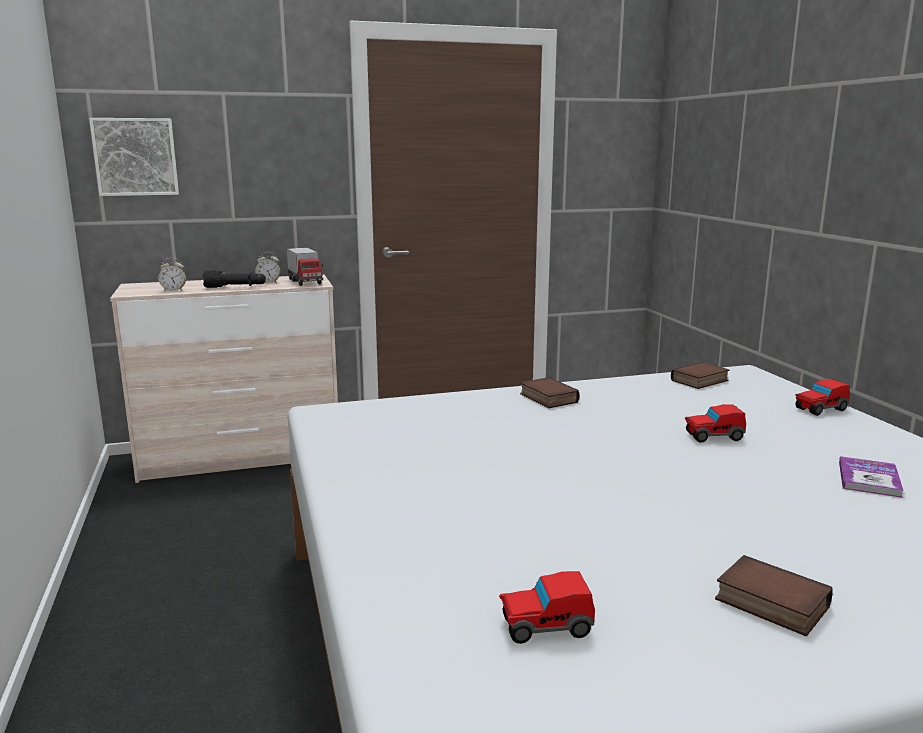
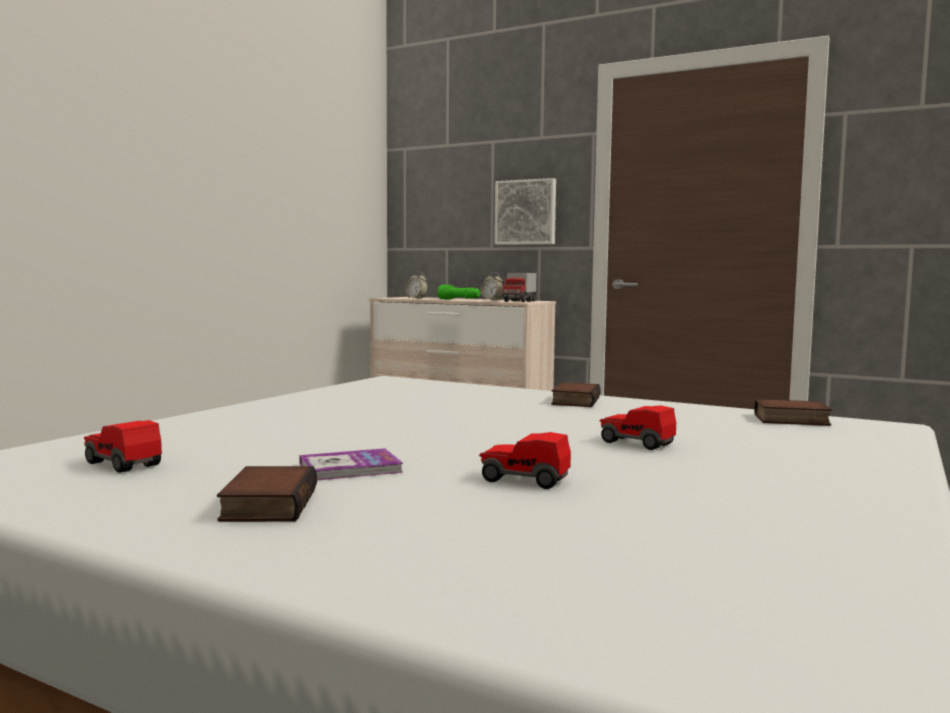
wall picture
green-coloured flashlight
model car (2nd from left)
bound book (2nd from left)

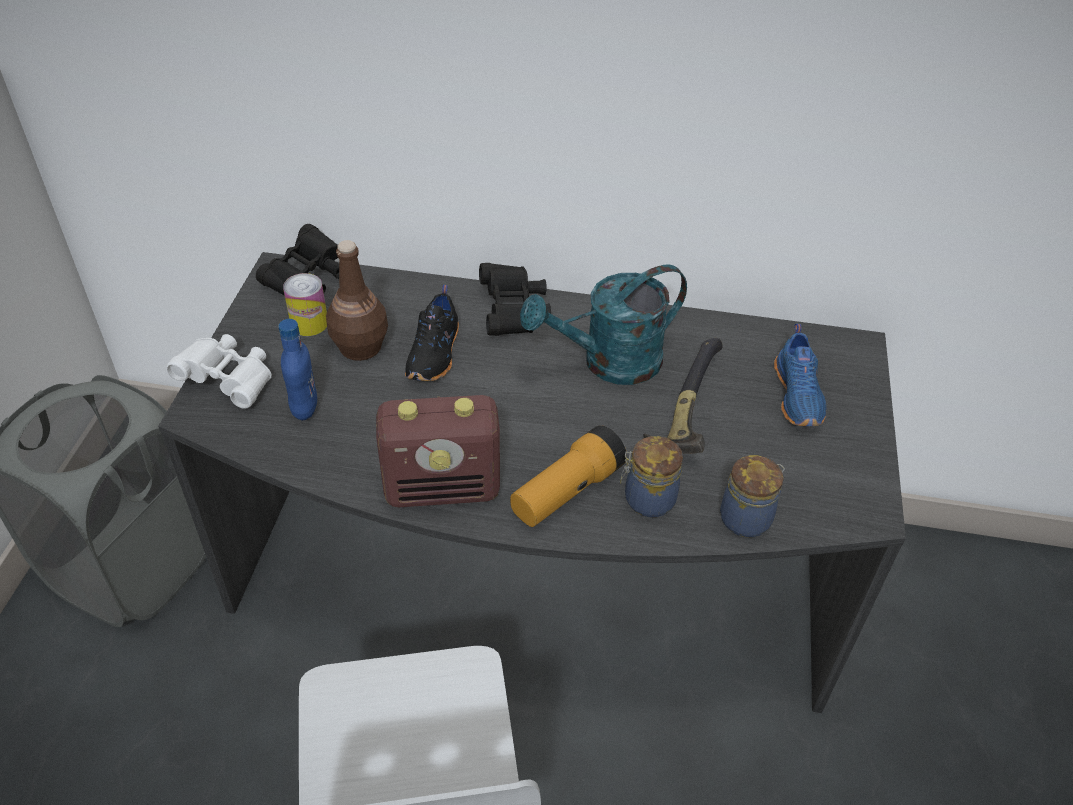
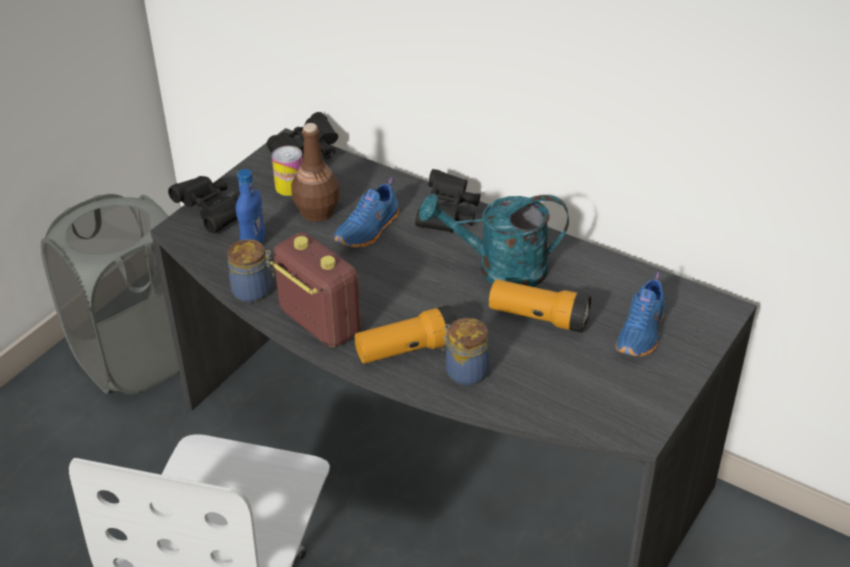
blue-coloured low shoe (1st from left)
black-coloured field glasses (1st from left)
flashlight (2nd from left)
radio
storage jar (1st from left)

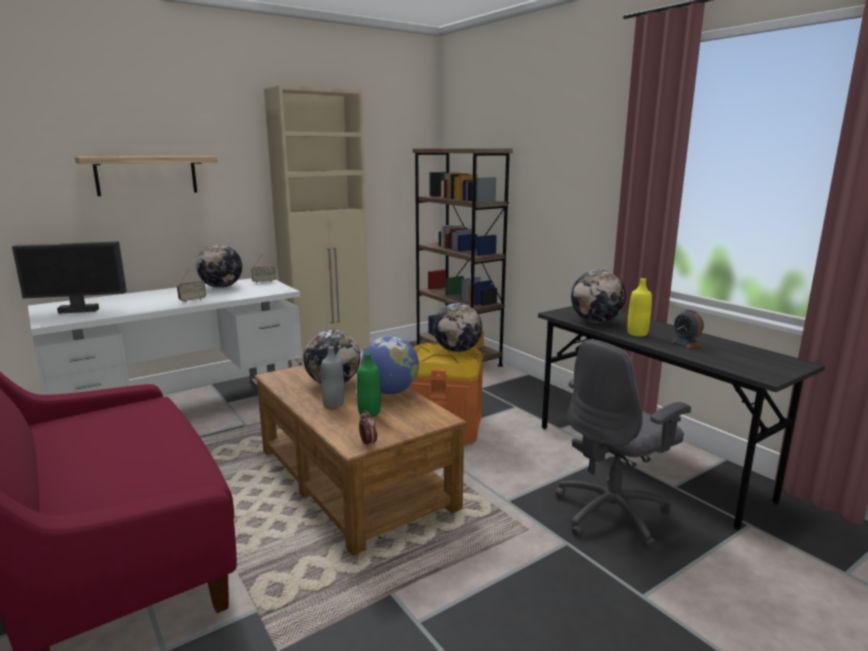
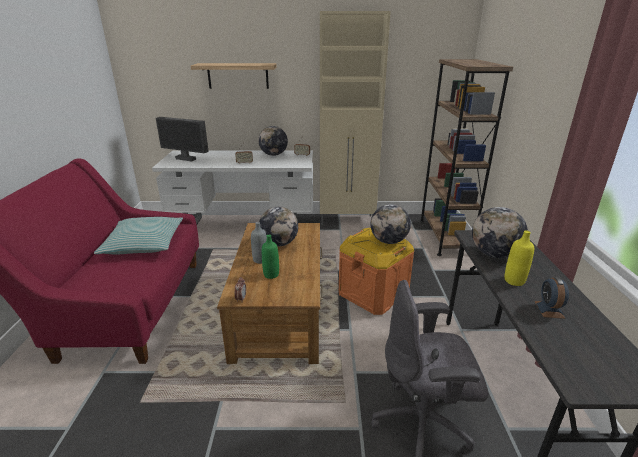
world globe (3rd from left in the first image)
cushion

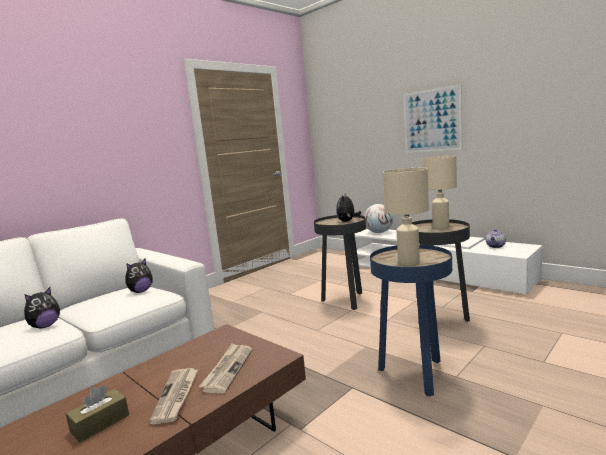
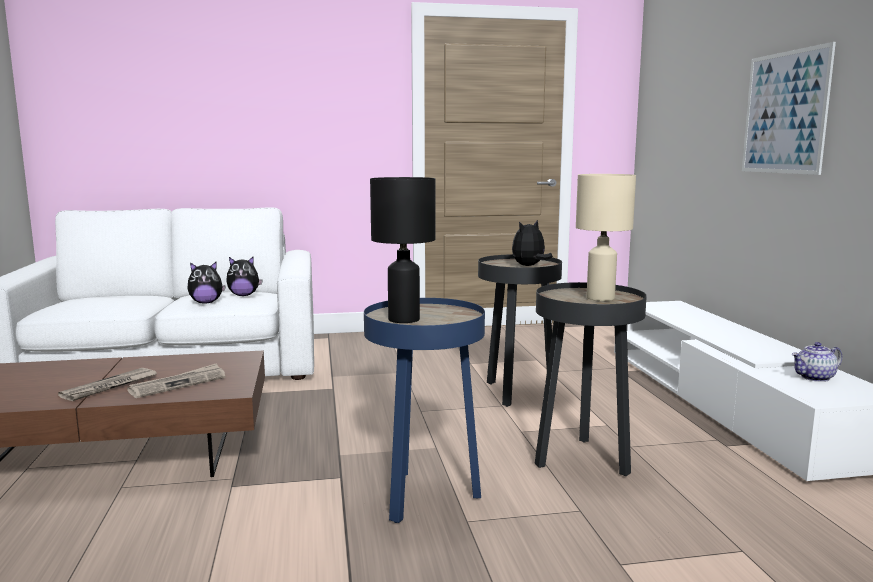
black-coloured lamp for a table
world globe
plush toy (1st from left)
brownish tissue holder

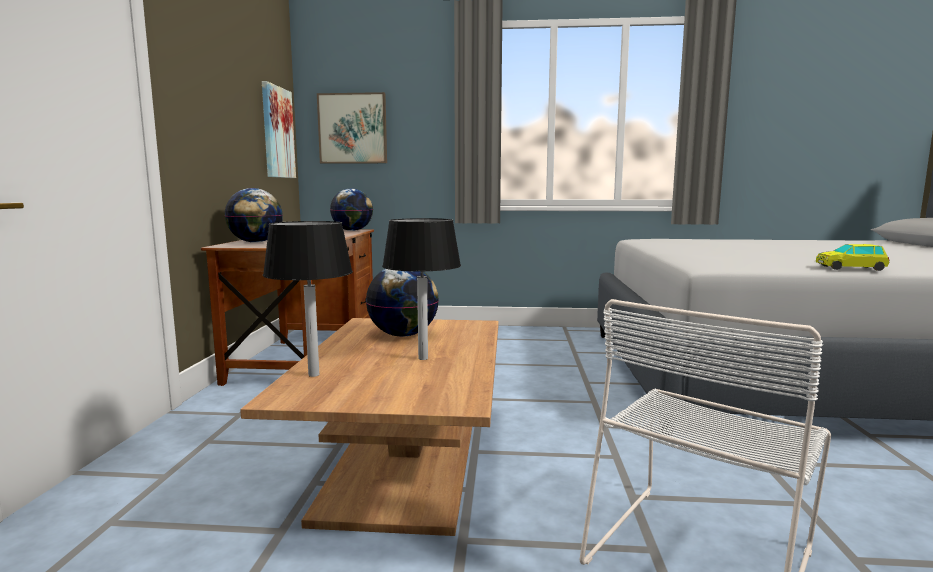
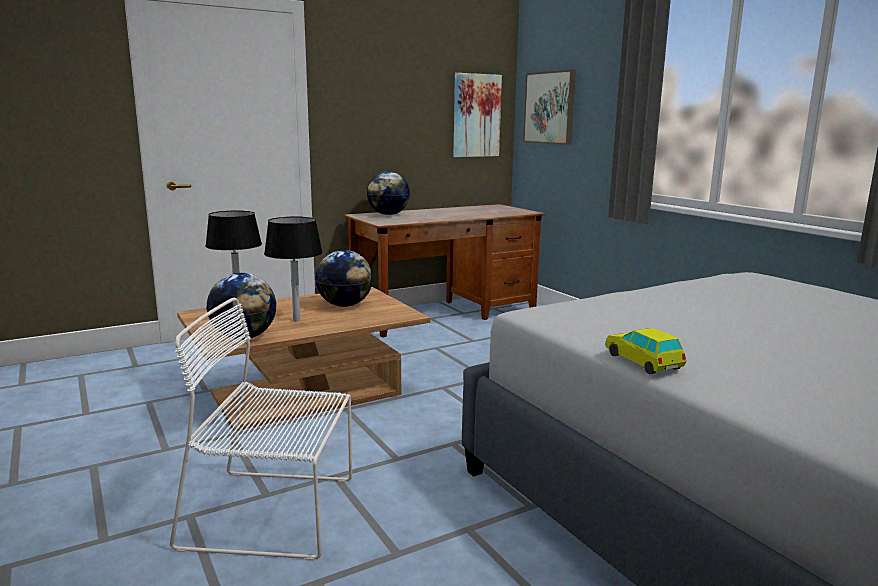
world globe (1st from left)

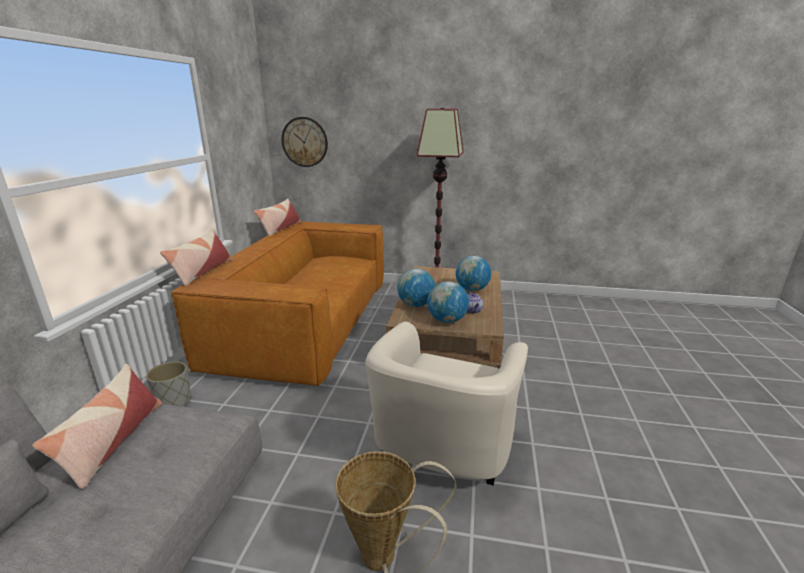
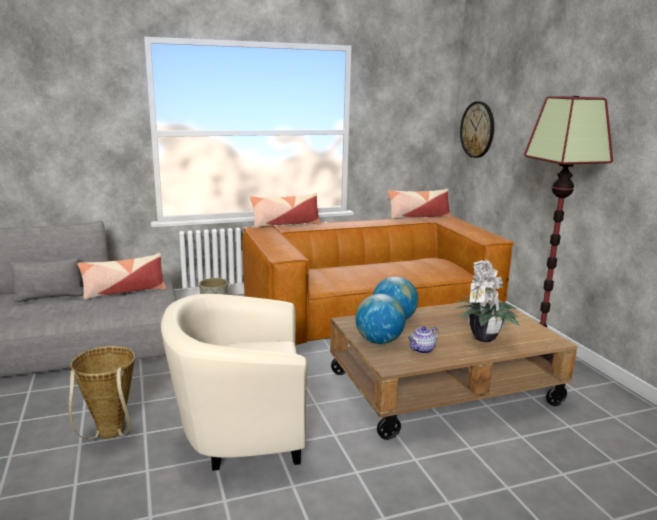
plant in a pot

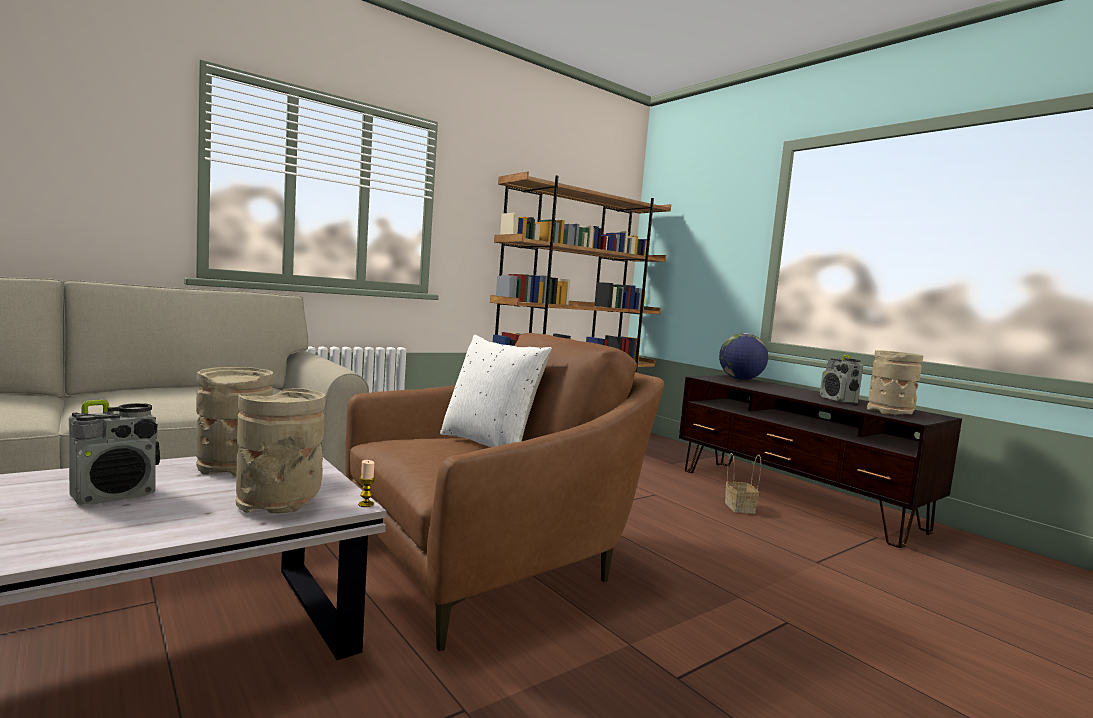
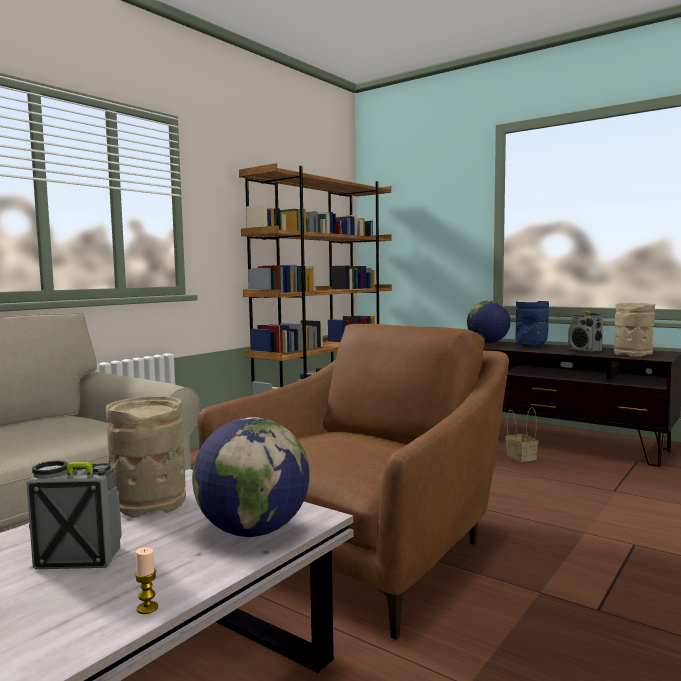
whitish cushion
world globe (1st from left)
radio (1st from left)
candle
blue-coloured vase

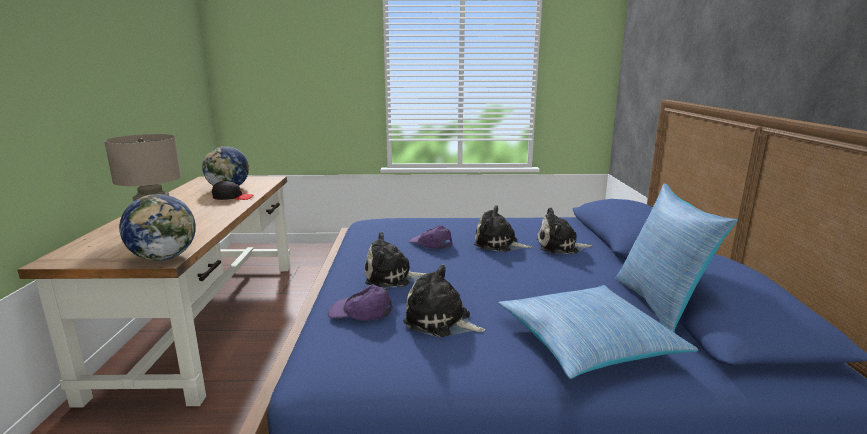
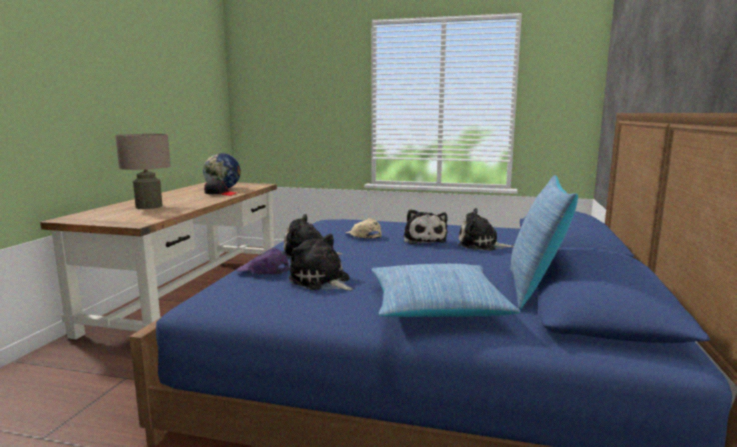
world globe (1st from left in the first image)
plush toy (3rd from left)
beige baseball cap

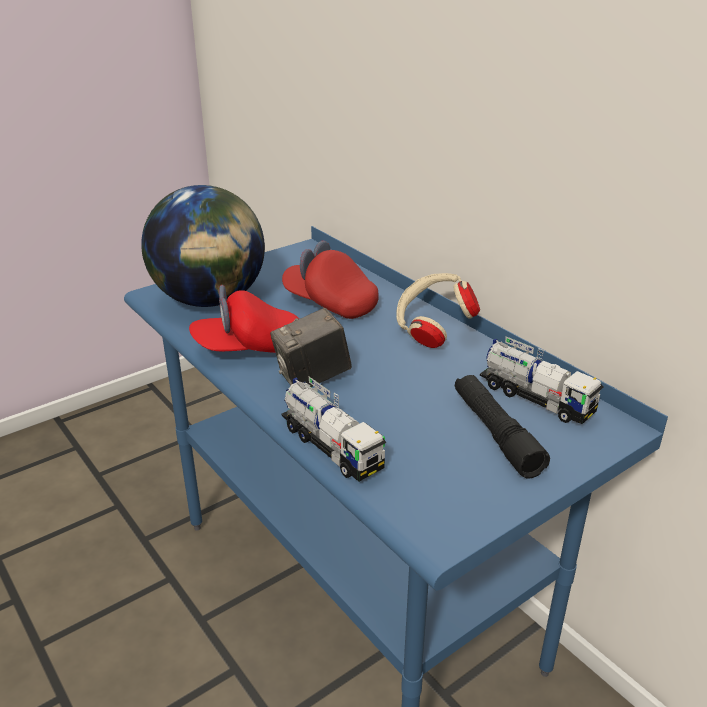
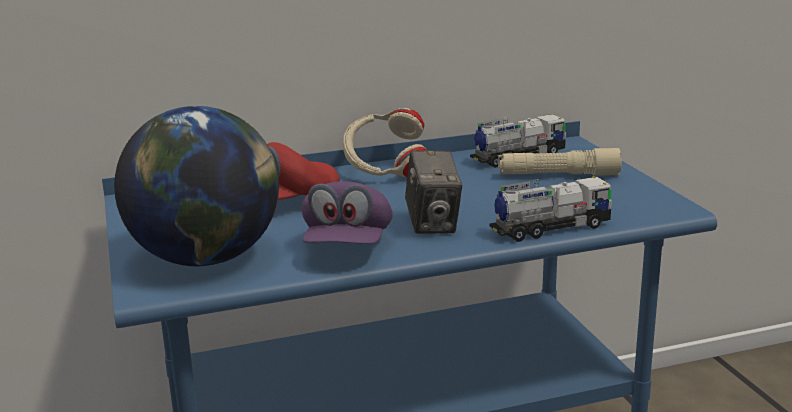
purplish baseball cap
beige flashlight

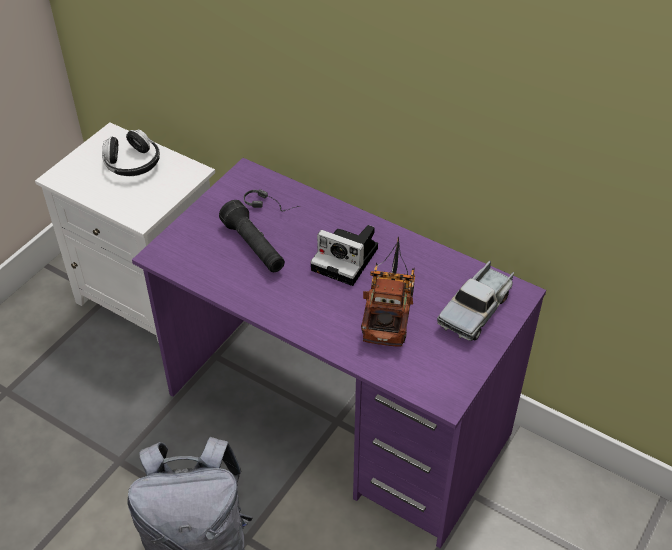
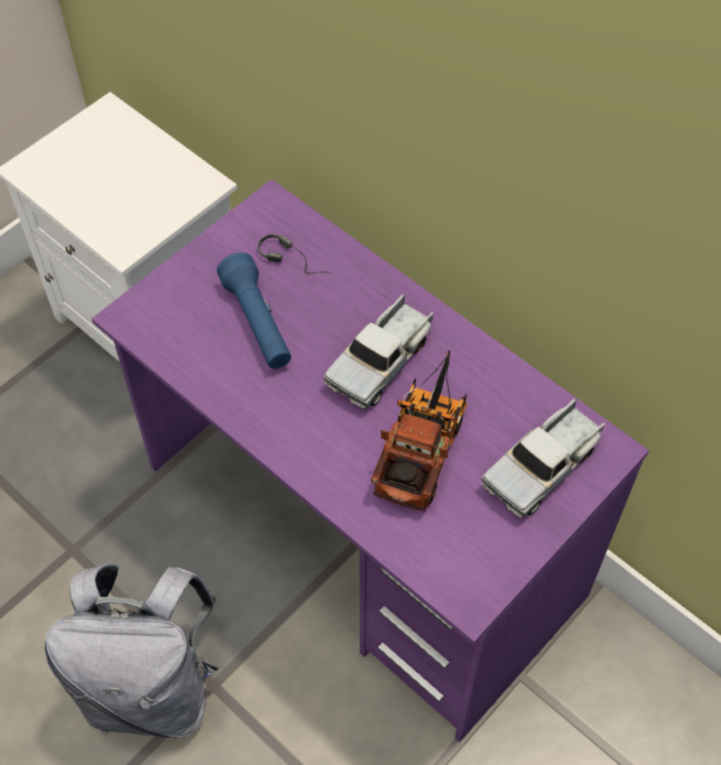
pair of headphones (1st from left in the first image)
blue-coloured flashlight
toy truck (1st from left)

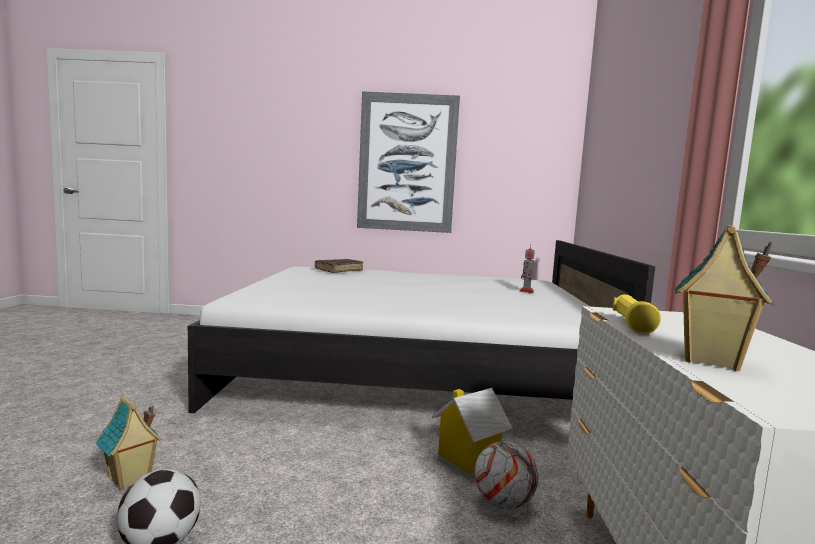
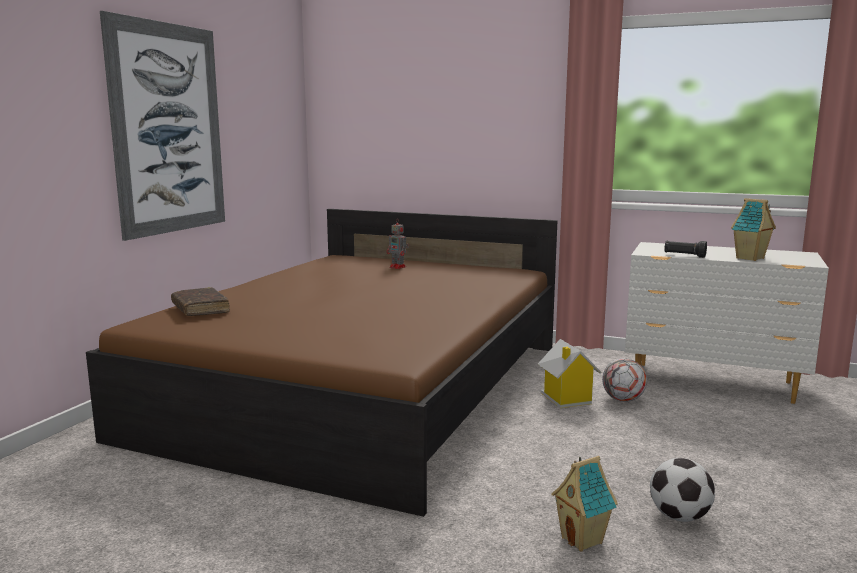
brownish bed
black-coloured flashlight

